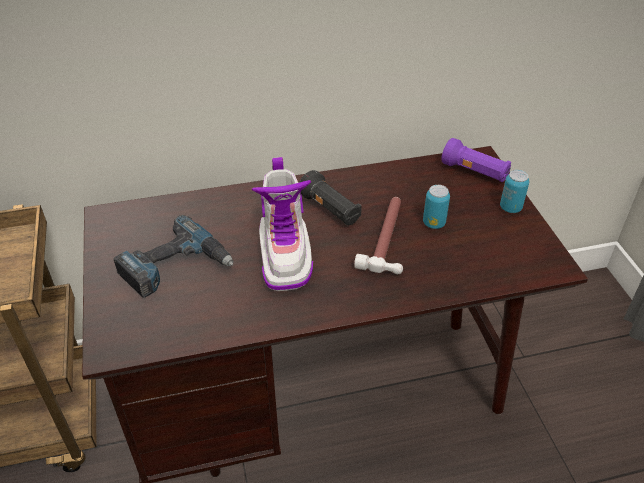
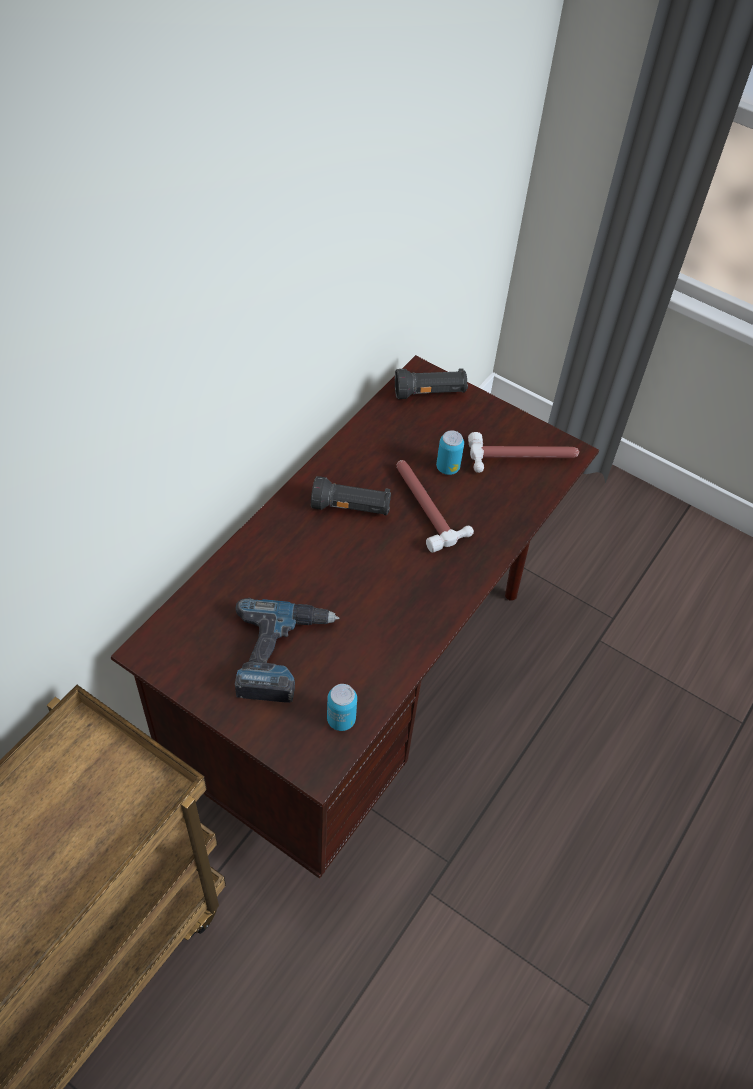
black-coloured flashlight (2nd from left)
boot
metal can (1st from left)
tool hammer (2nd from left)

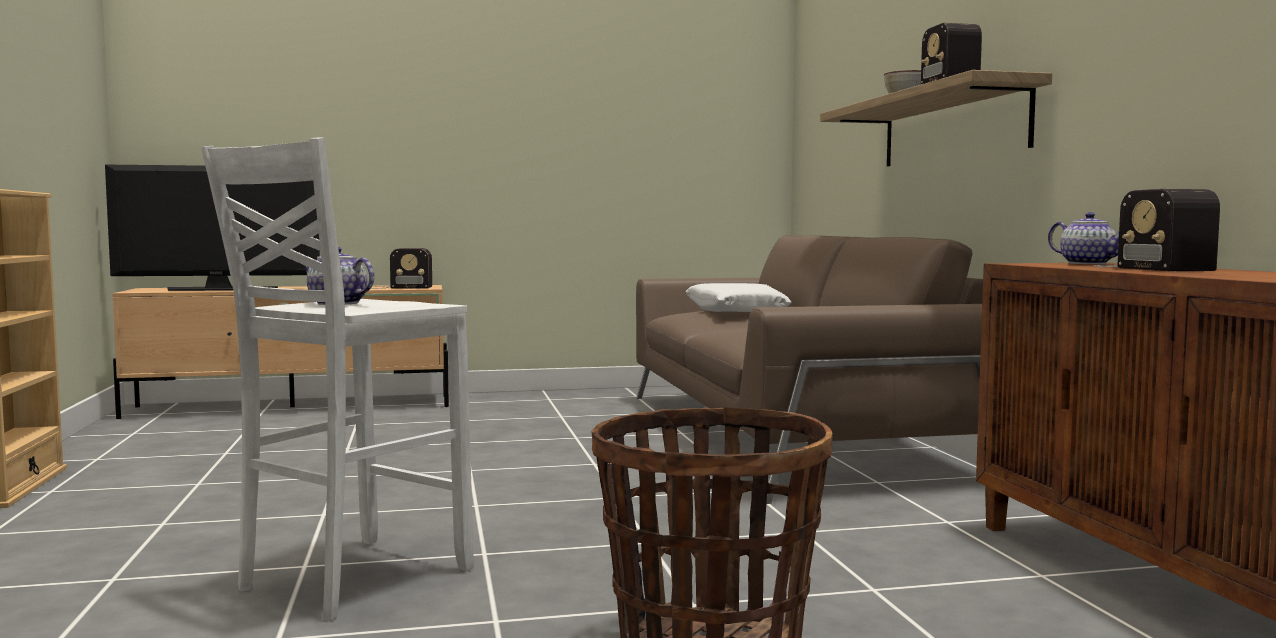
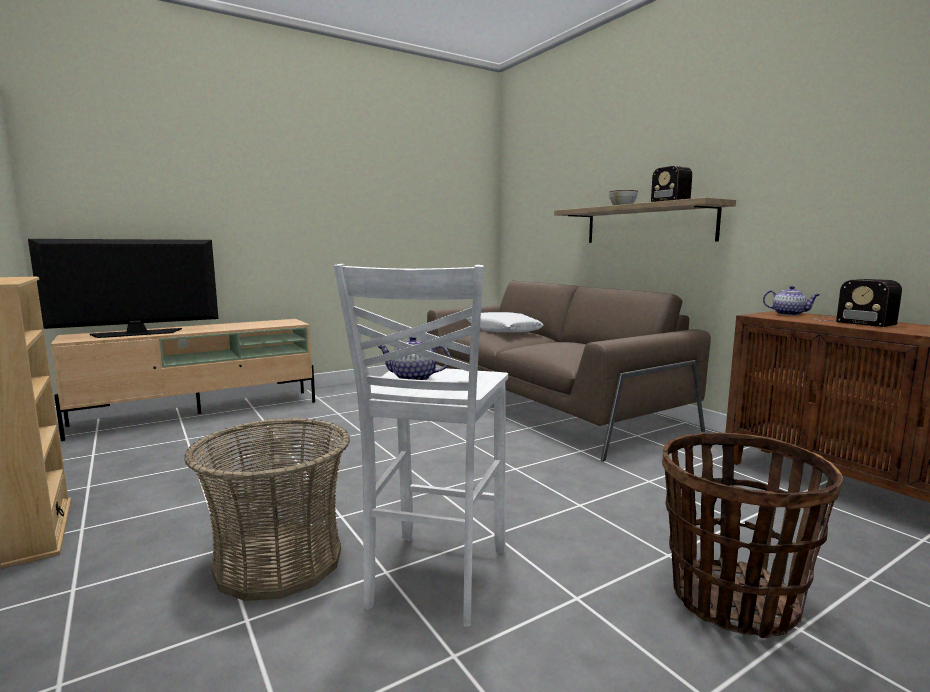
radio (1st from left in the first image)
household basket (1st from left)

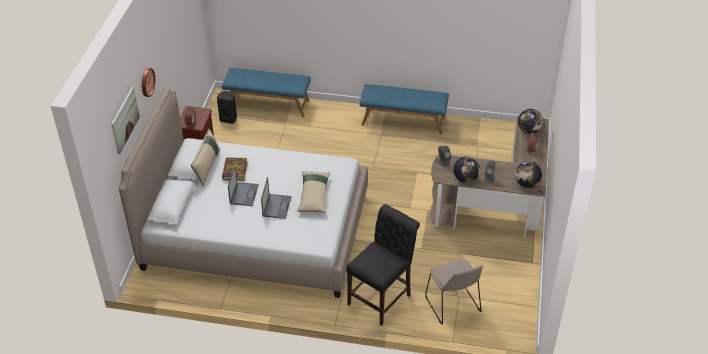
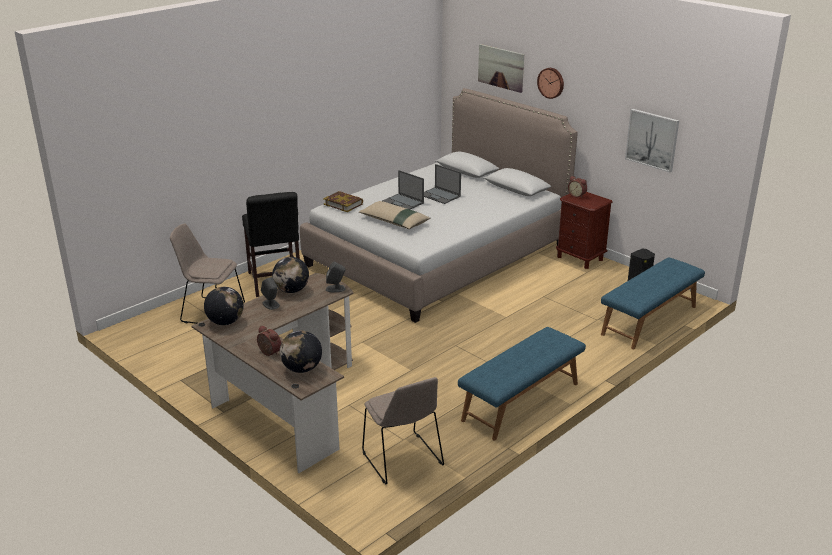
beige cushion (1st from left in the first image)
bound book
wall picture (2nd from left)
beige chair (2nd from left)

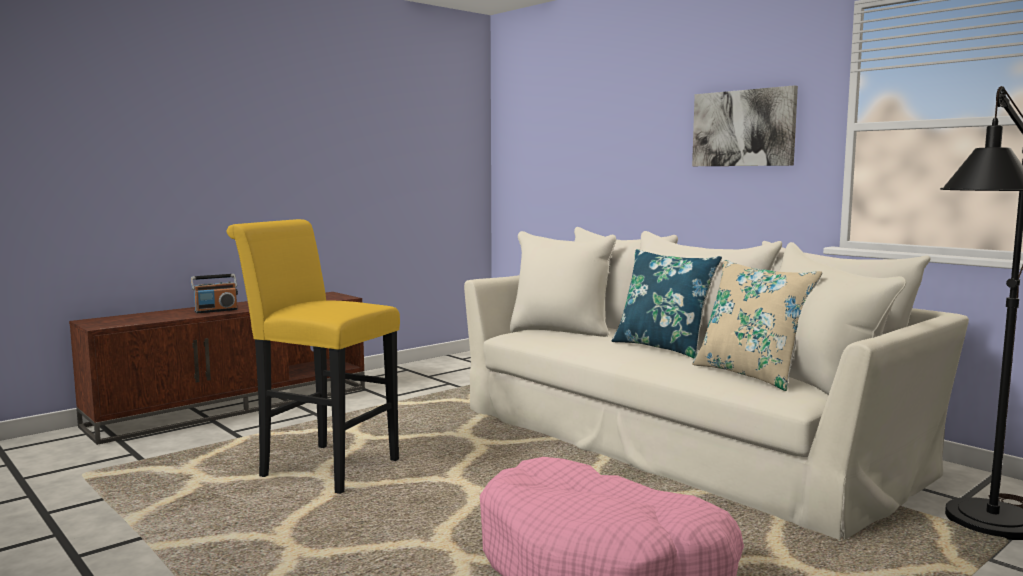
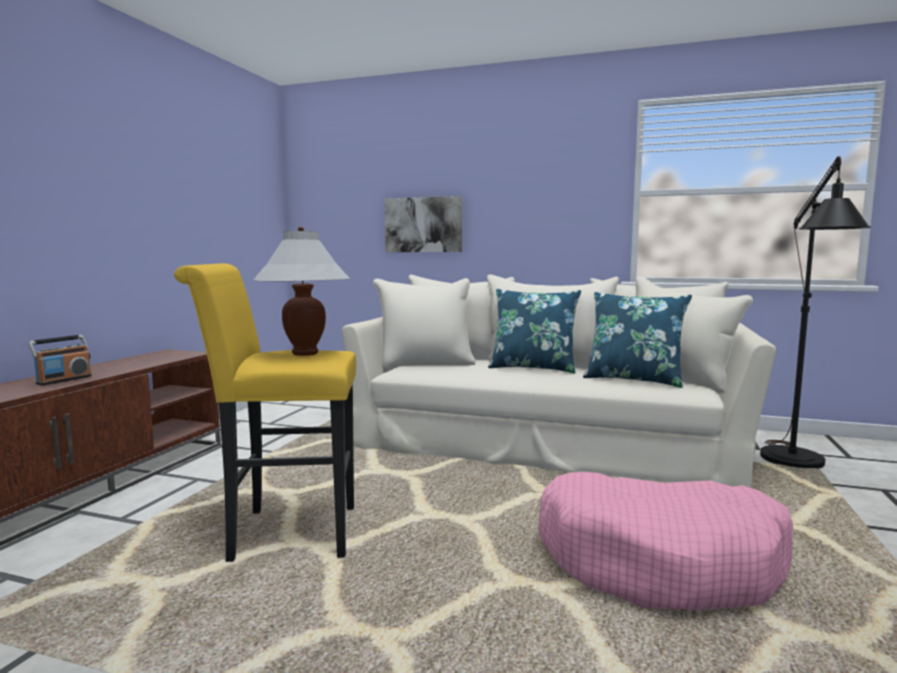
wall picture
blue-coloured cushion (2nd from left)
whitish lamp for a table

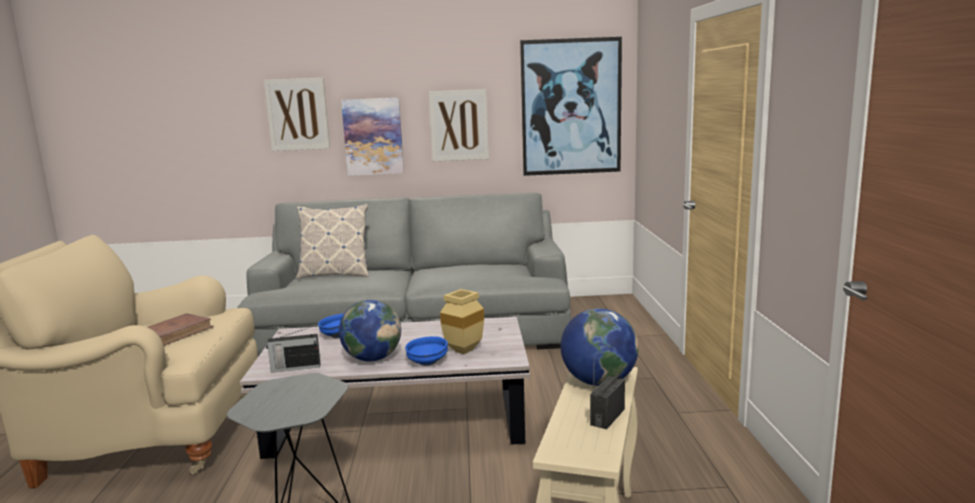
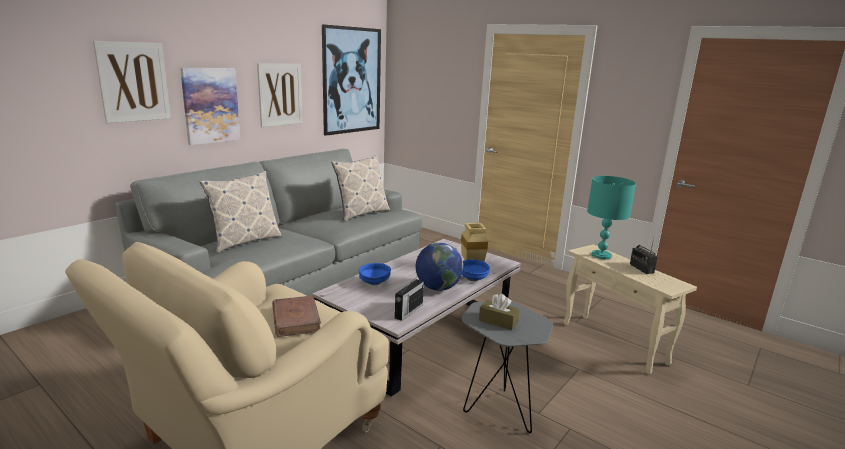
blue-green lamp for a table
cushion (2nd from left)
brownish tissue holder

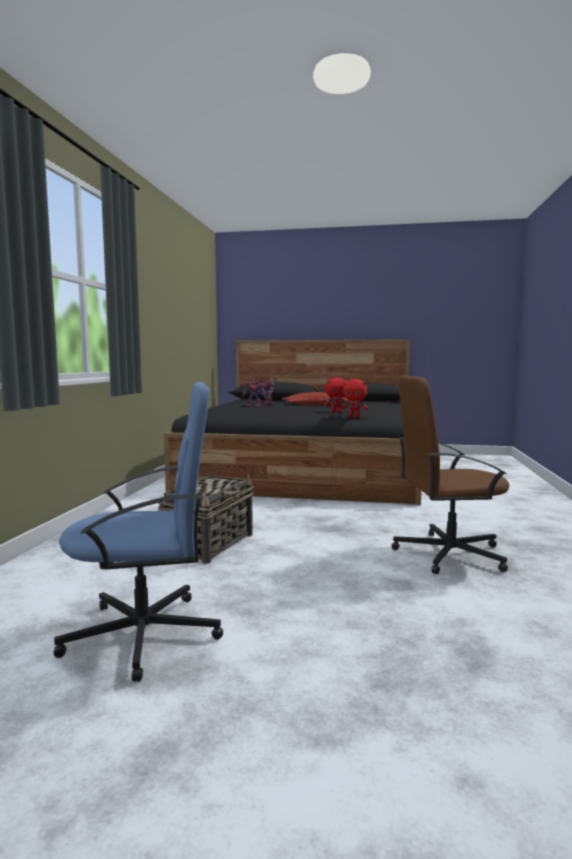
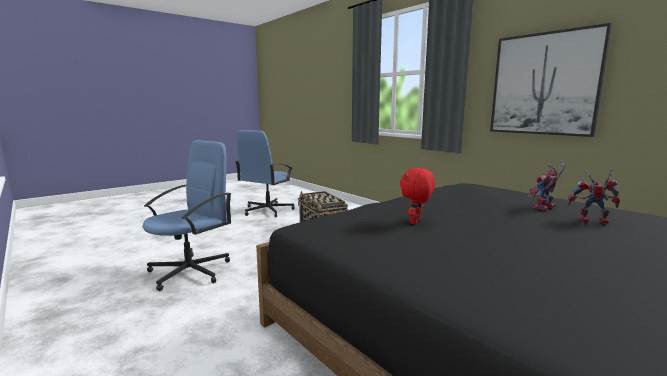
blue-coloured office chair (1st from left)
red plush toy (2nd from left in the first image)
cushion
wall picture

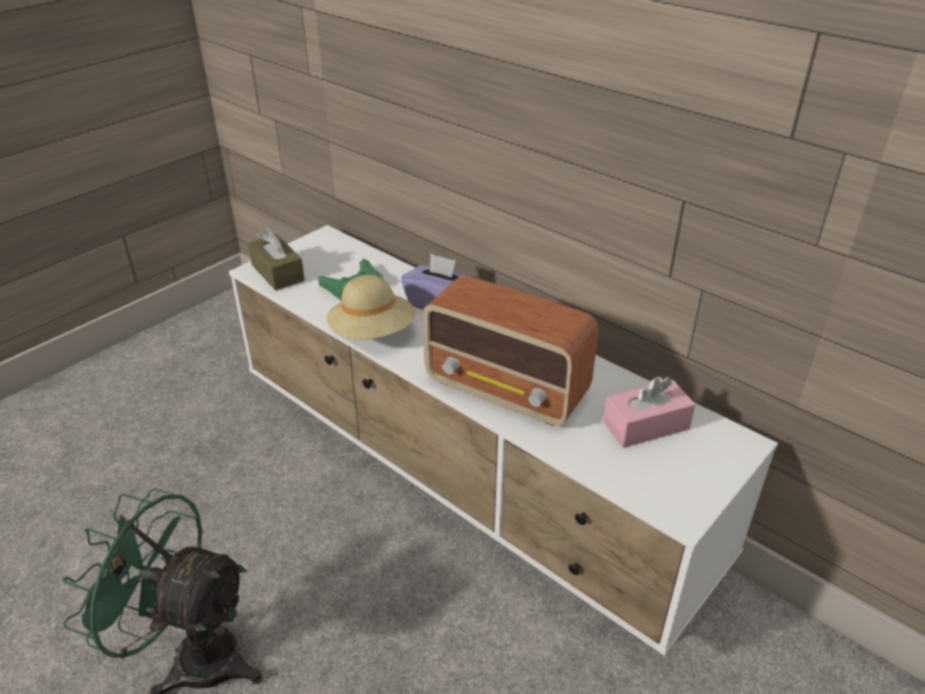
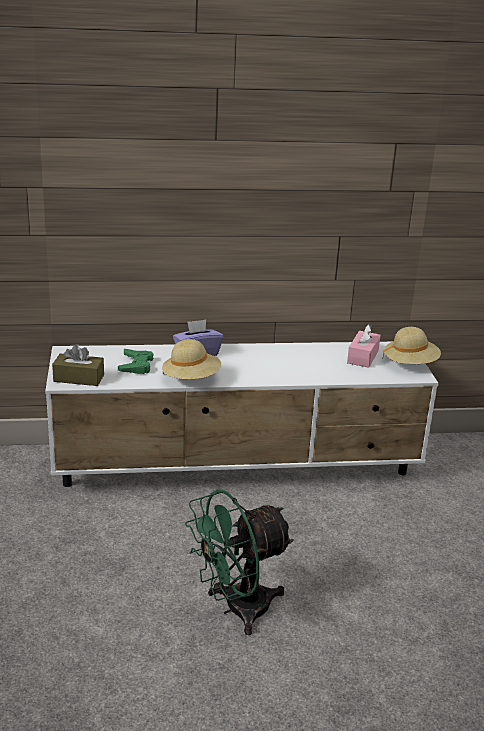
radio
beige wearable hat (2nd from left)

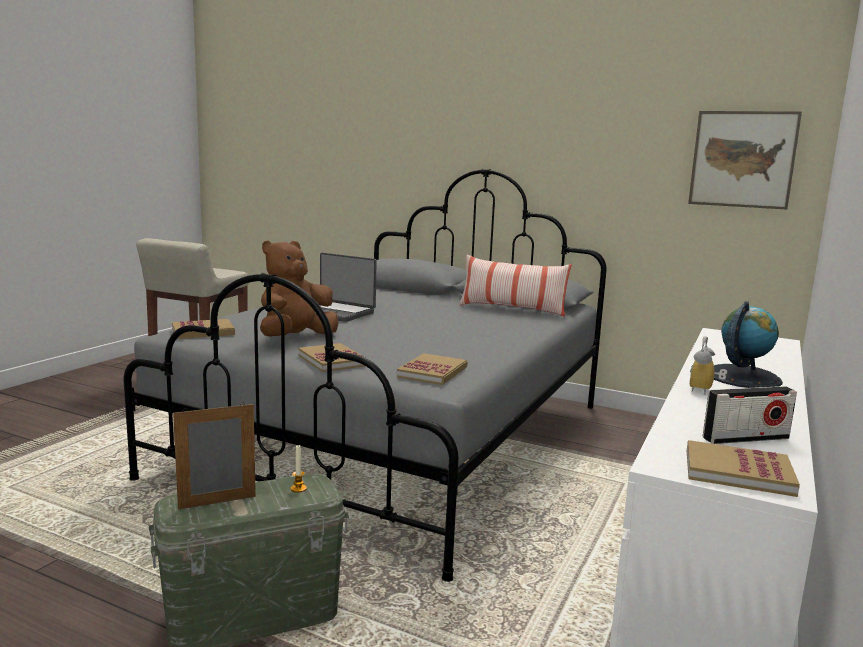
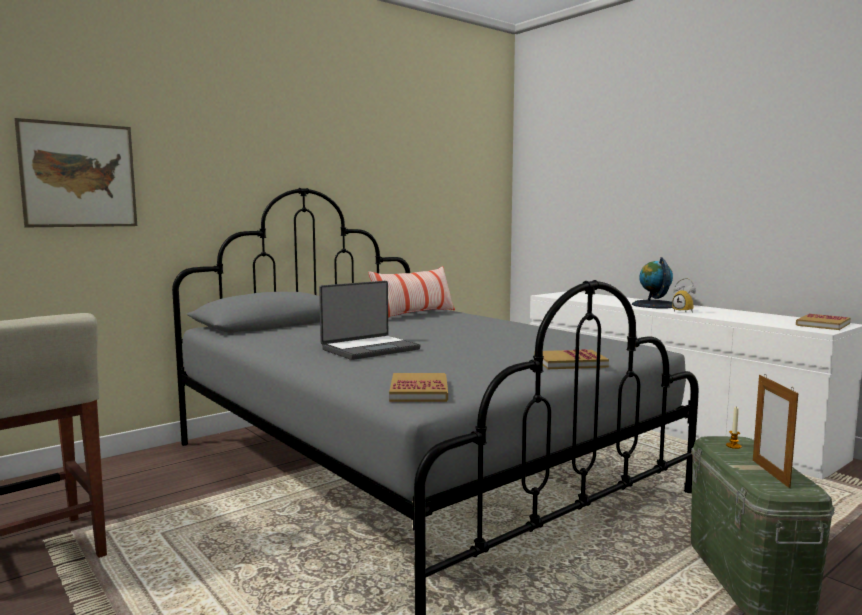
wall picture
brownish plush toy
bound book (3rd from left in the first image)
radio

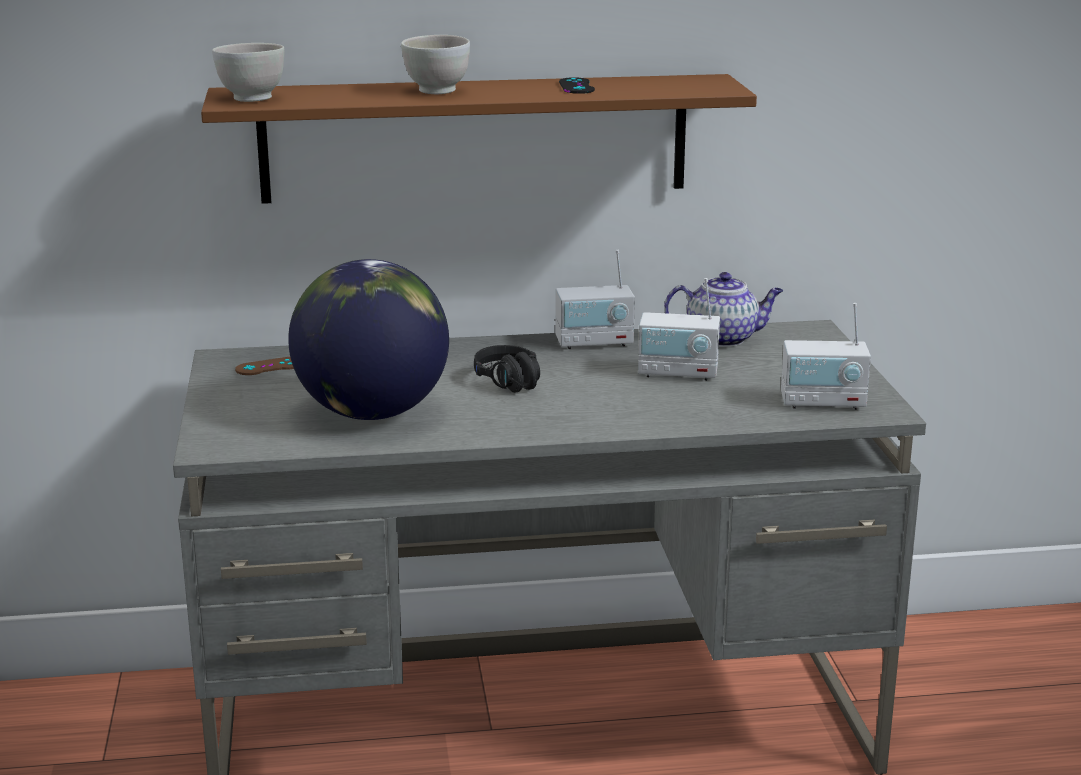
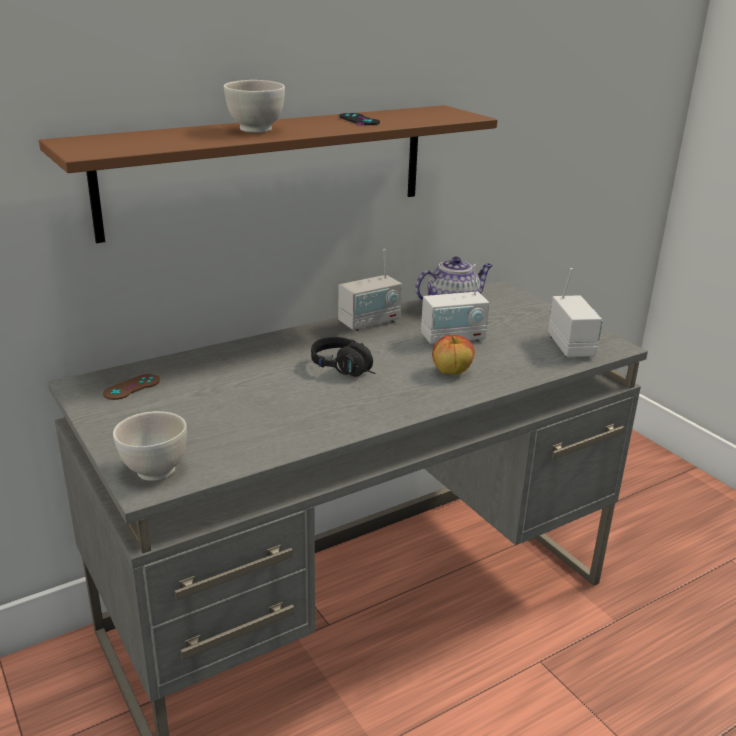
whitish deep dish (1st from left)
world globe
radio (3rd from left)
apple

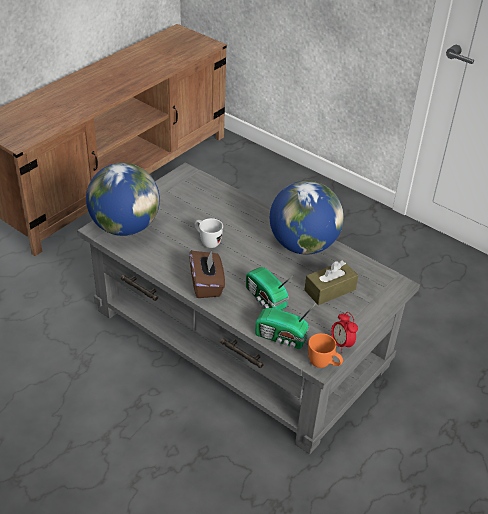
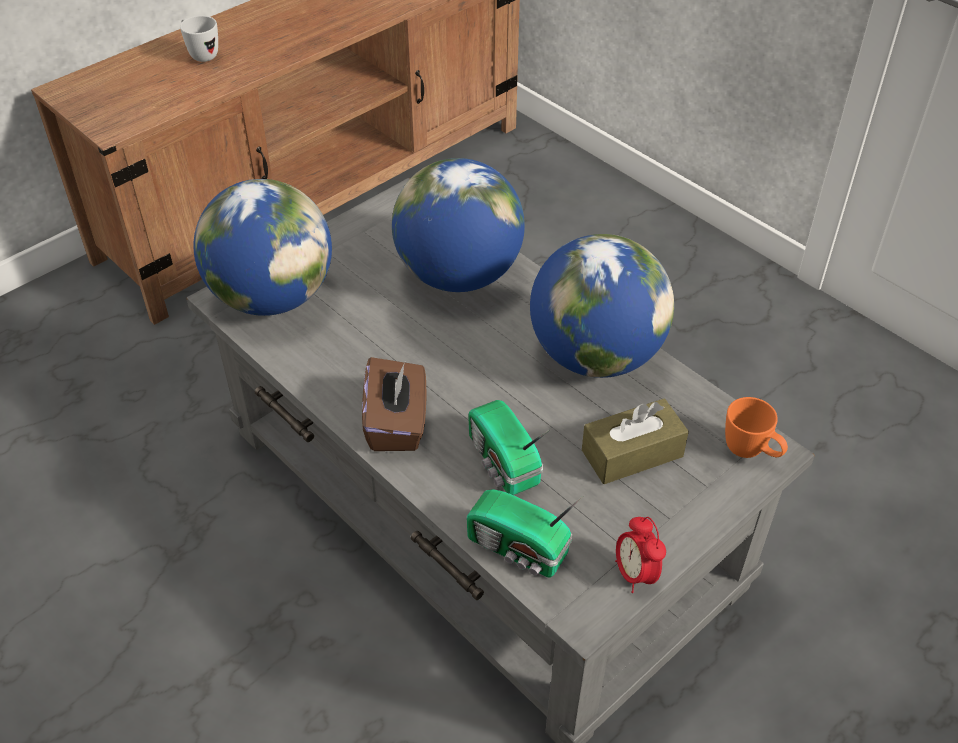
whitish tea mug
orangey tea mug
world globe (2nd from left)

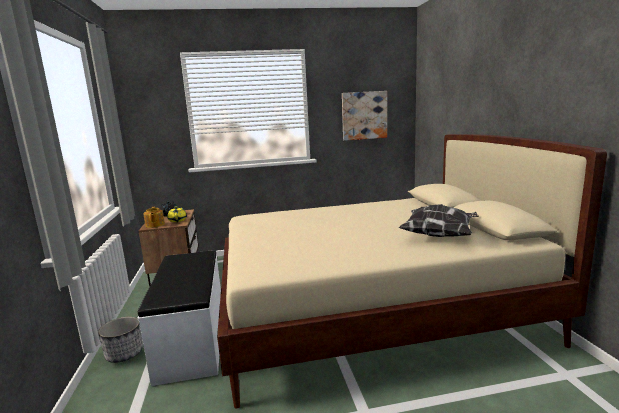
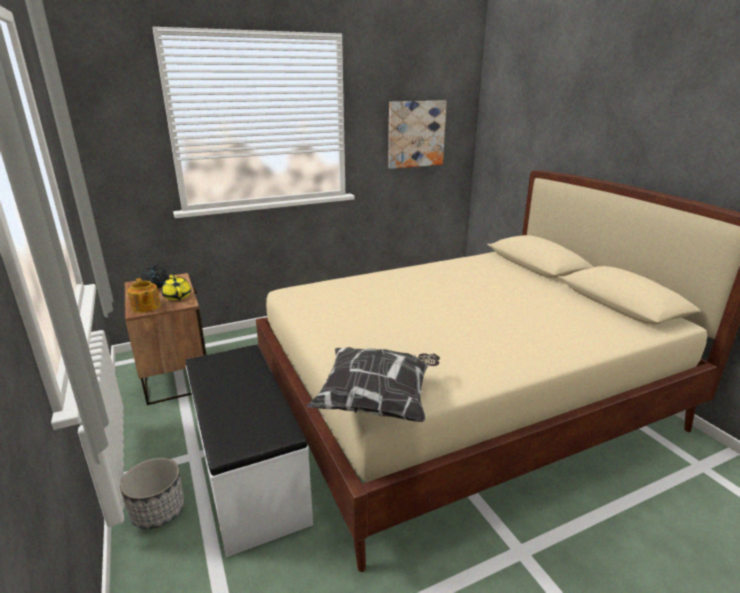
cushion

